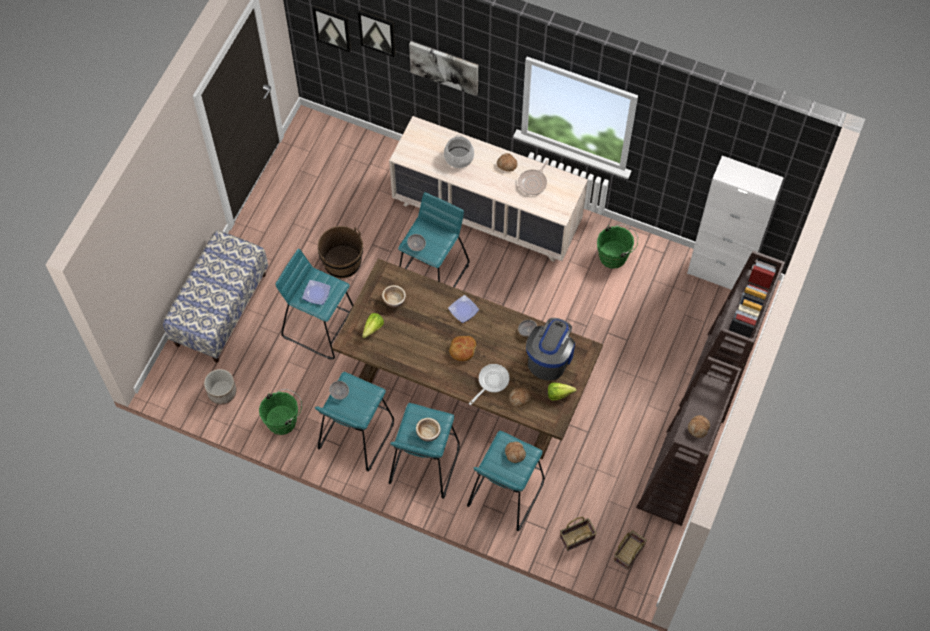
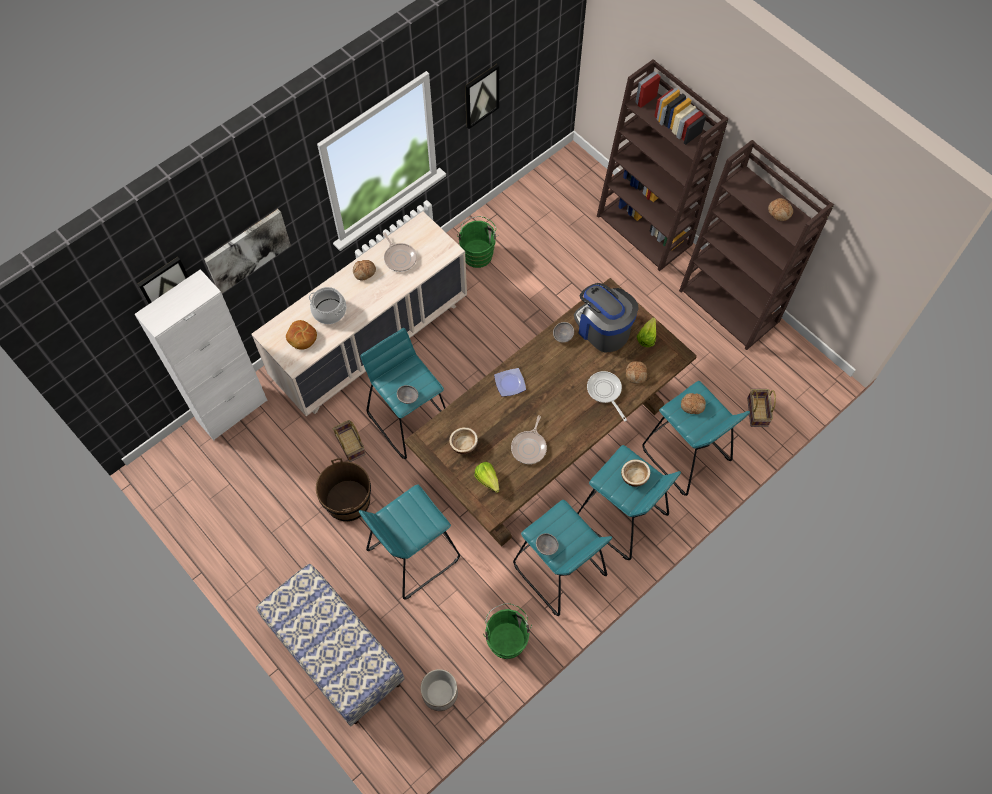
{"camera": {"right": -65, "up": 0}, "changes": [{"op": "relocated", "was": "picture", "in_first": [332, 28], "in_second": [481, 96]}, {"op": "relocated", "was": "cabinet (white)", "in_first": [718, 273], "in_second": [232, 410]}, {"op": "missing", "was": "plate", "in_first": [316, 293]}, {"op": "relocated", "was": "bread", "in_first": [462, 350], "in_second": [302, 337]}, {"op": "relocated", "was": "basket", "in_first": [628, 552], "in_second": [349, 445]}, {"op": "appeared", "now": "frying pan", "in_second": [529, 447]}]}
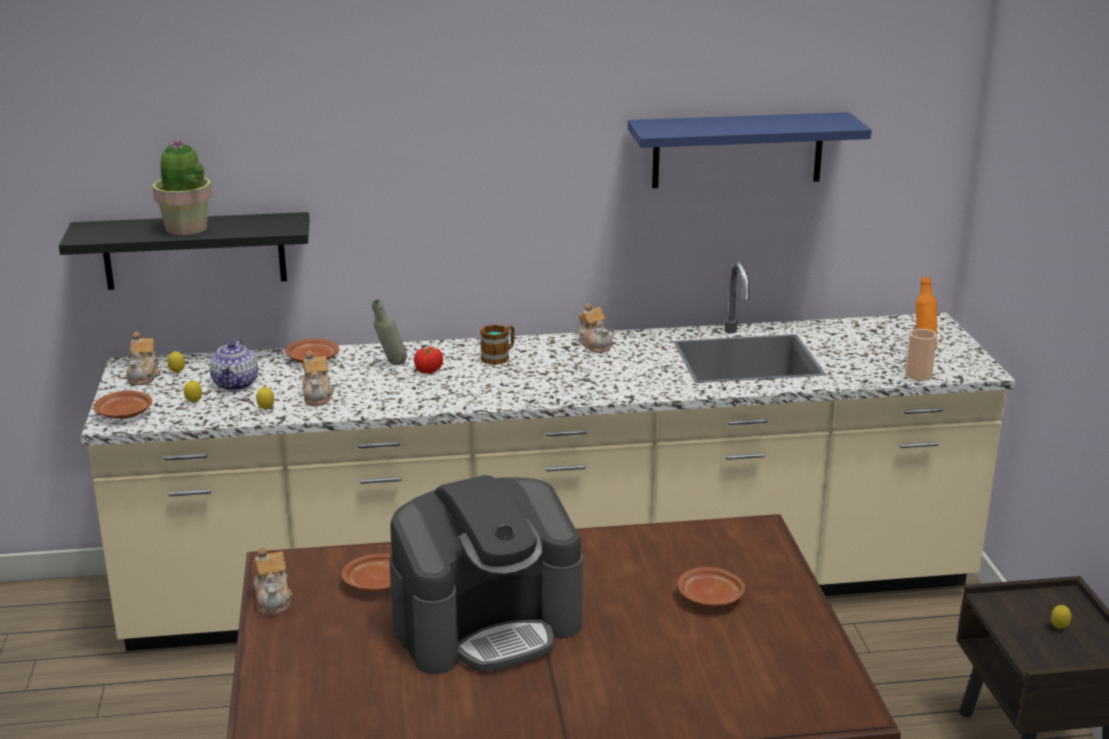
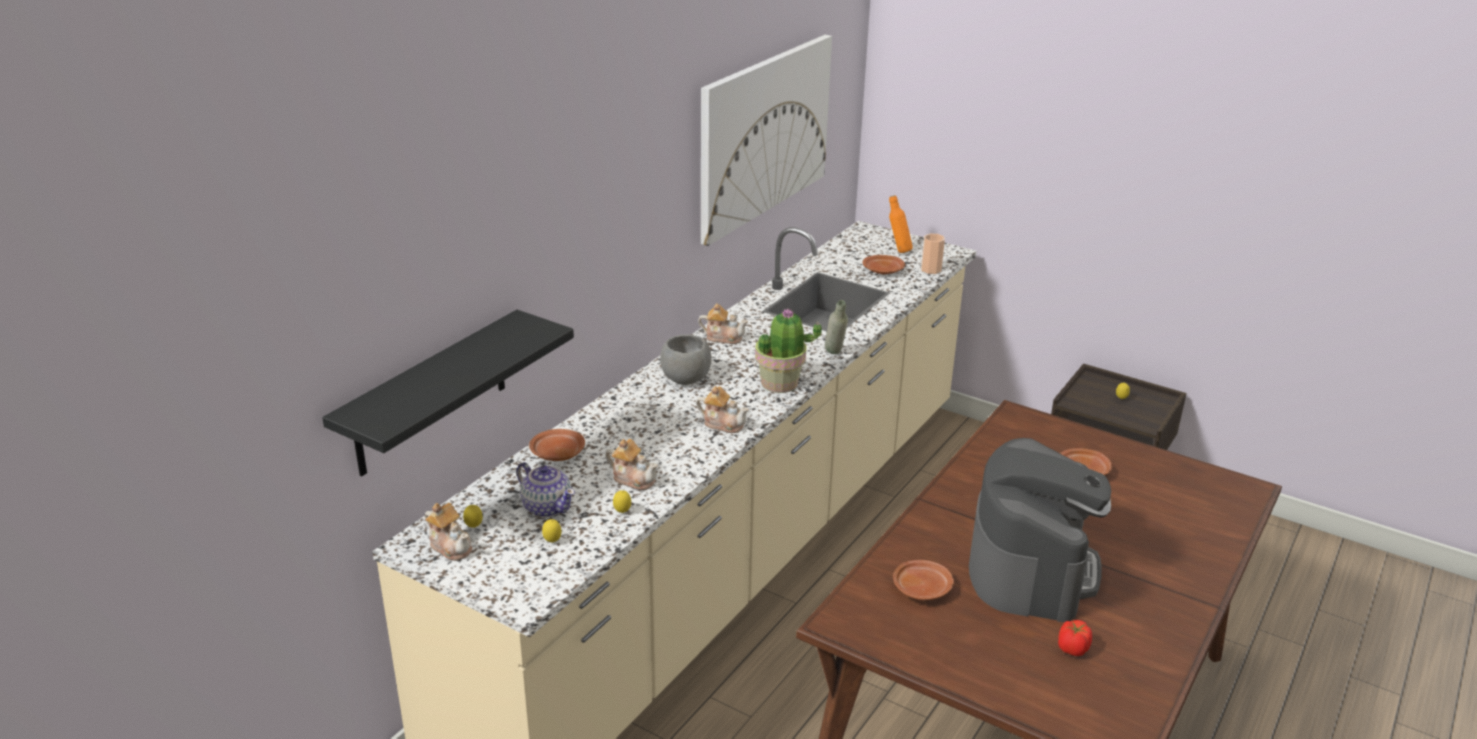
{"camera": {"right": -50, "up": 5}, "changes": [{"op": "exchanged", "was": "shelf (blue)", "now": "picture", "in_first": [737, 150], "in_second": [764, 135]}, {"op": "relocated", "was": "potted plant", "in_first": [186, 228], "in_second": [780, 383]}, {"op": "relocated", "was": "bottle (grey)", "in_first": [390, 365], "in_second": [835, 355]}, {"op": "exchanged", "was": "mug", "now": "bowl (grey)", "in_first": [499, 357], "in_second": [685, 379]}, {"op": "relocated", "was": "tomato", "in_first": [428, 371], "in_second": [1072, 649]}, {"op": "relocated", "was": "plate (brown)", "in_first": [124, 414], "in_second": [883, 271]}, {"op": "relocated", "was": "teapot", "in_first": [273, 599], "in_second": [723, 424]}]}
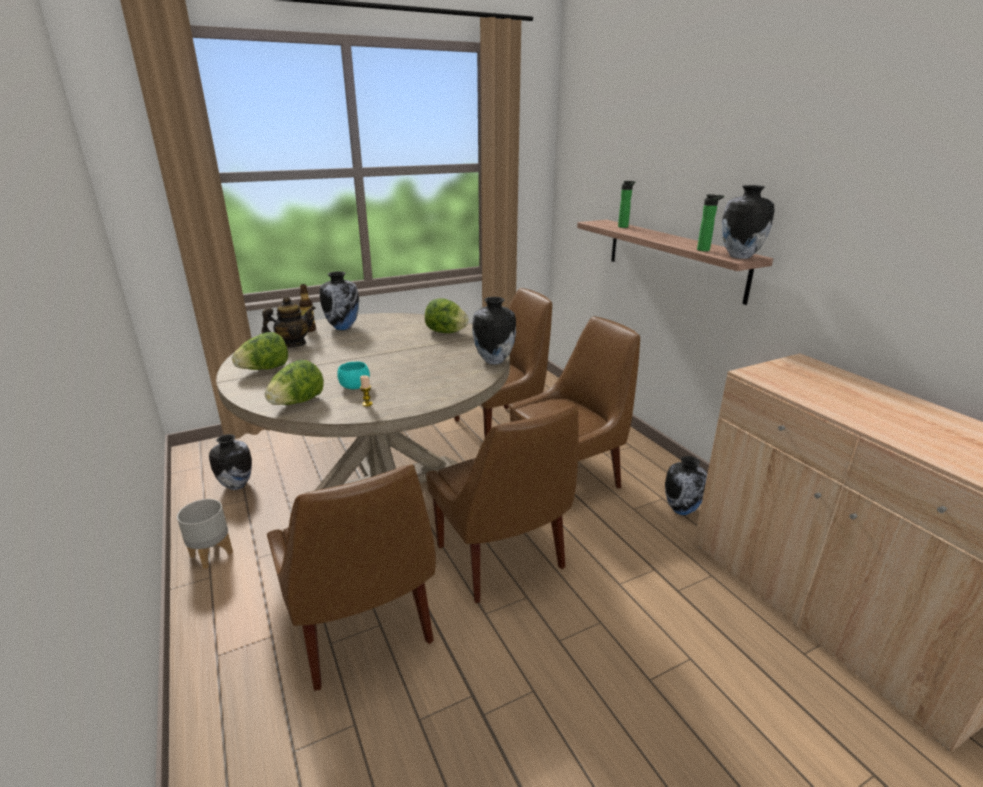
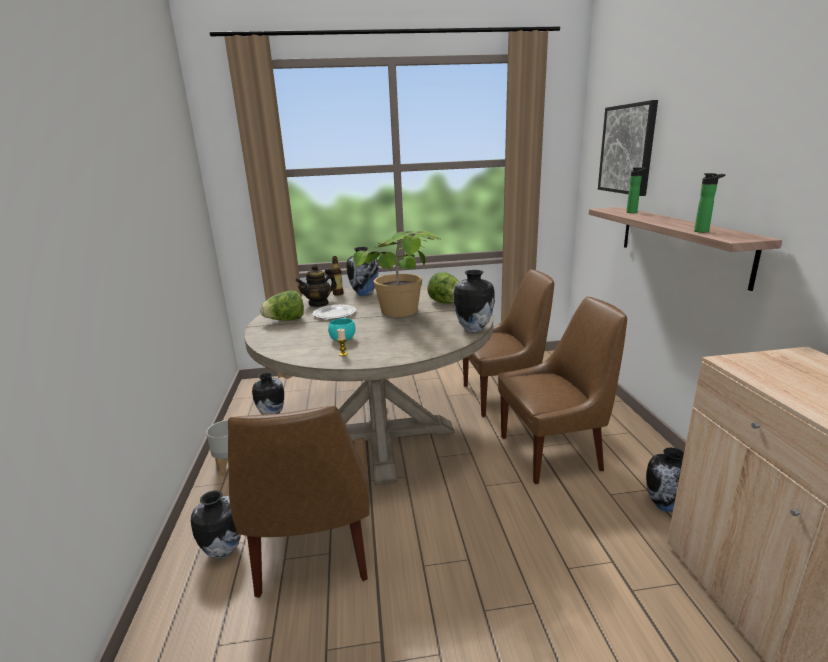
{"camera": {"right": 20, "up": -5}, "changes": [{"op": "relocated", "was": "vase", "in_first": [739, 256], "in_second": [223, 551]}, {"op": "spun", "was": "teapot", "in_first": [293, 344], "in_second": [319, 303], "clockwise": 150}, {"op": "missing", "was": "lettuce", "in_first": [297, 403]}, {"op": "missing", "was": "chair (brown)", "in_first": [502, 560]}, {"op": "appeared", "now": "picture", "in_second": [627, 149]}, {"op": "appeared", "now": "potted plant", "in_second": [403, 317]}, {"op": "appeared", "now": "plate", "in_second": [335, 314]}]}
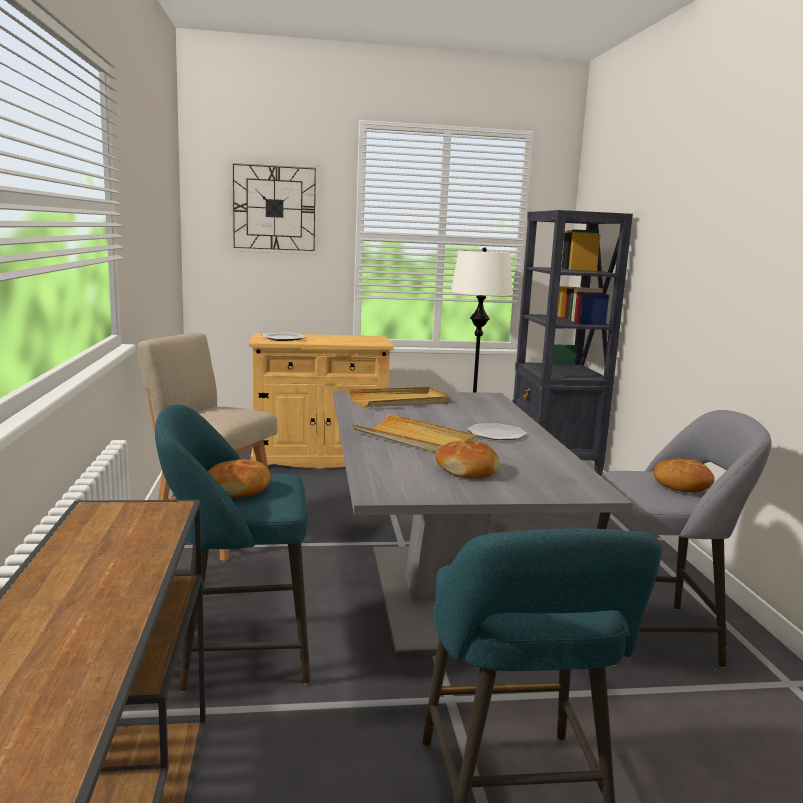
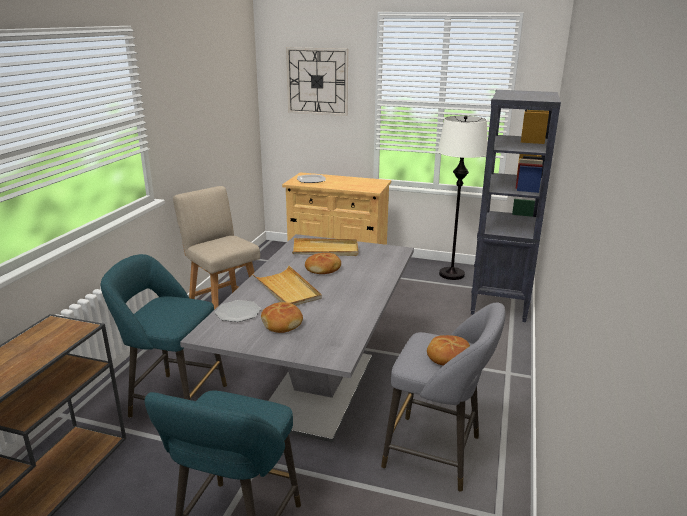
{"camera": {"right": 25, "up": 10}, "changes": [{"op": "relocated", "was": "plate", "in_first": [496, 434], "in_second": [238, 312]}, {"op": "relocated", "was": "bread", "in_first": [238, 489], "in_second": [323, 269]}]}
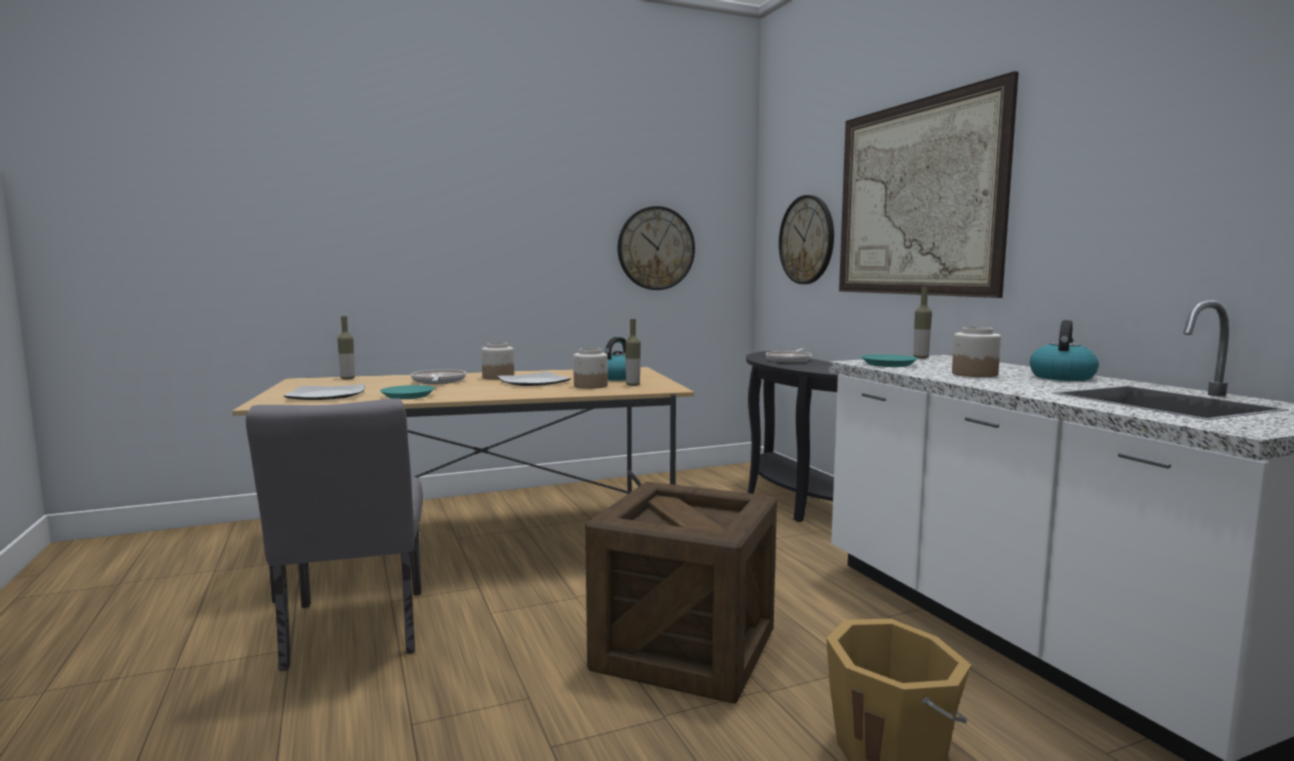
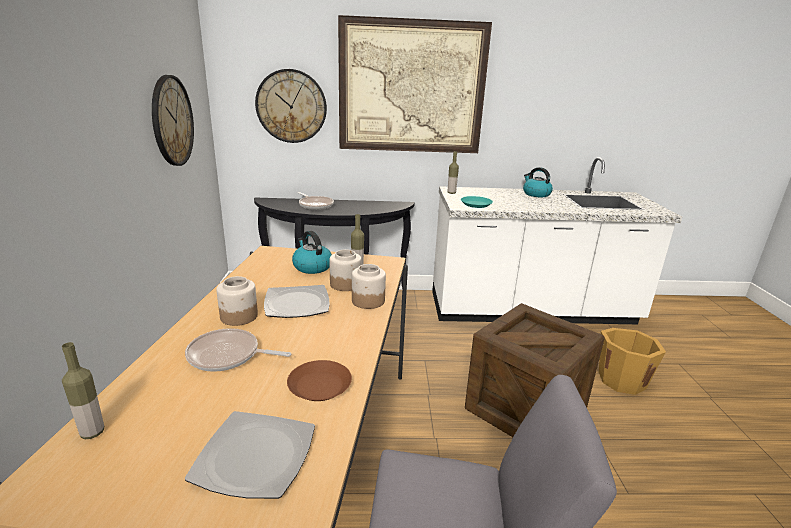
{"camera": {"right": -70, "up": 15}, "changes": [{"op": "relocated", "was": "jar", "in_first": [974, 374], "in_second": [367, 301]}, {"op": "colour", "was": "plate (turquoise)", "now": "plate (brown)", "in_first": [407, 396], "in_second": [320, 386]}]}
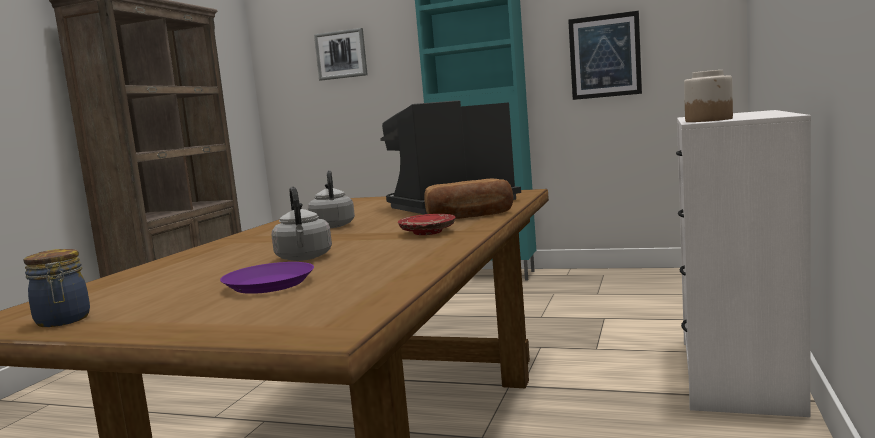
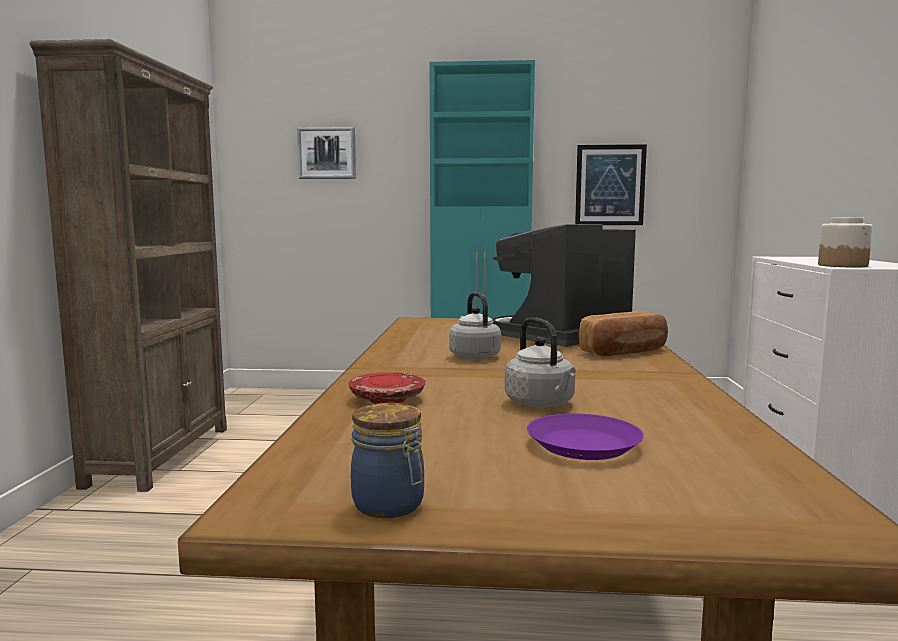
{"camera": {"right": -15, "up": 0}, "changes": [{"op": "relocated", "was": "plate (red)", "in_first": [428, 232], "in_second": [387, 399]}]}
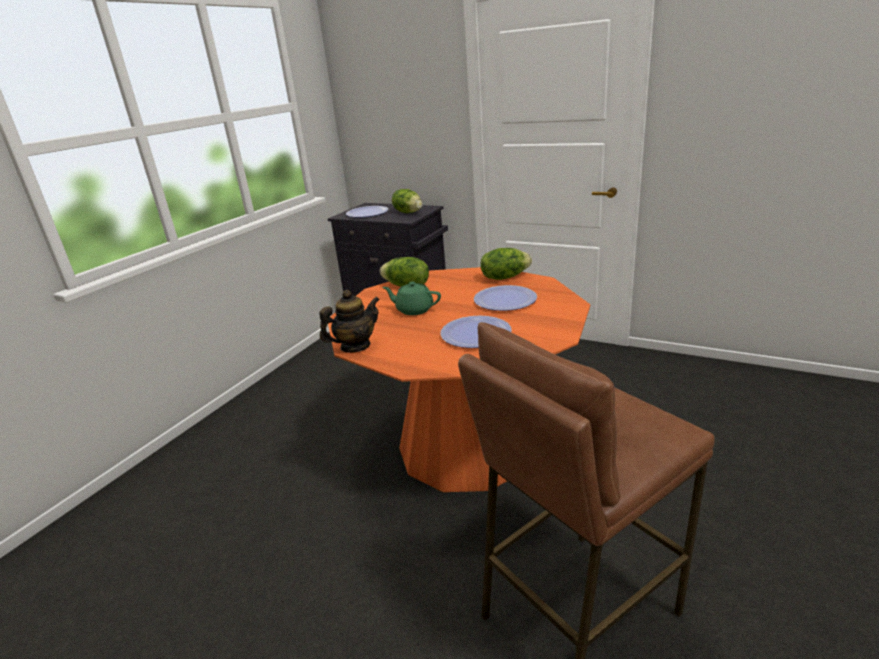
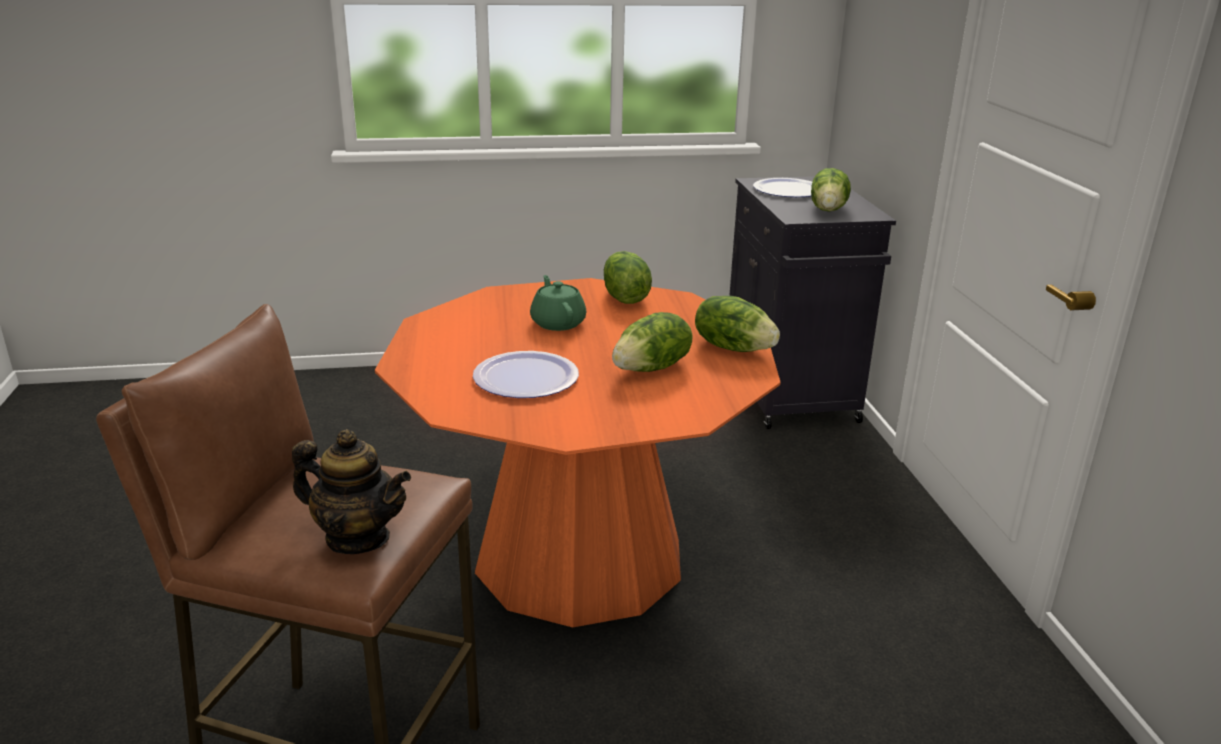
{"camera": {"right": 50, "up": 0}, "changes": [{"op": "exchanged", "was": "plate", "now": "lettuce", "in_first": [505, 300], "in_second": [652, 368]}, {"op": "relocated", "was": "teapot", "in_first": [355, 346], "in_second": [357, 538]}]}
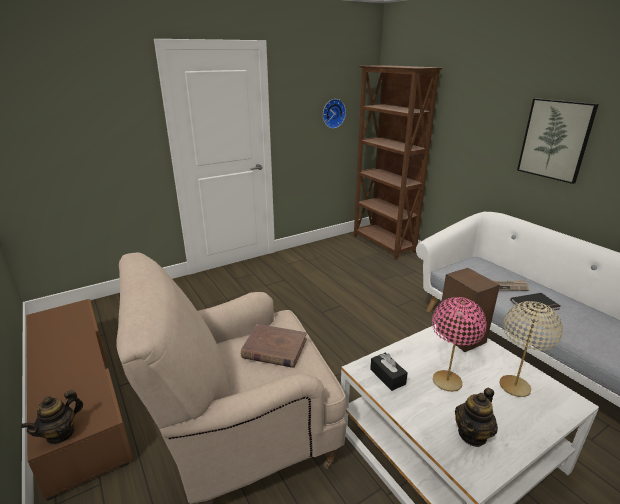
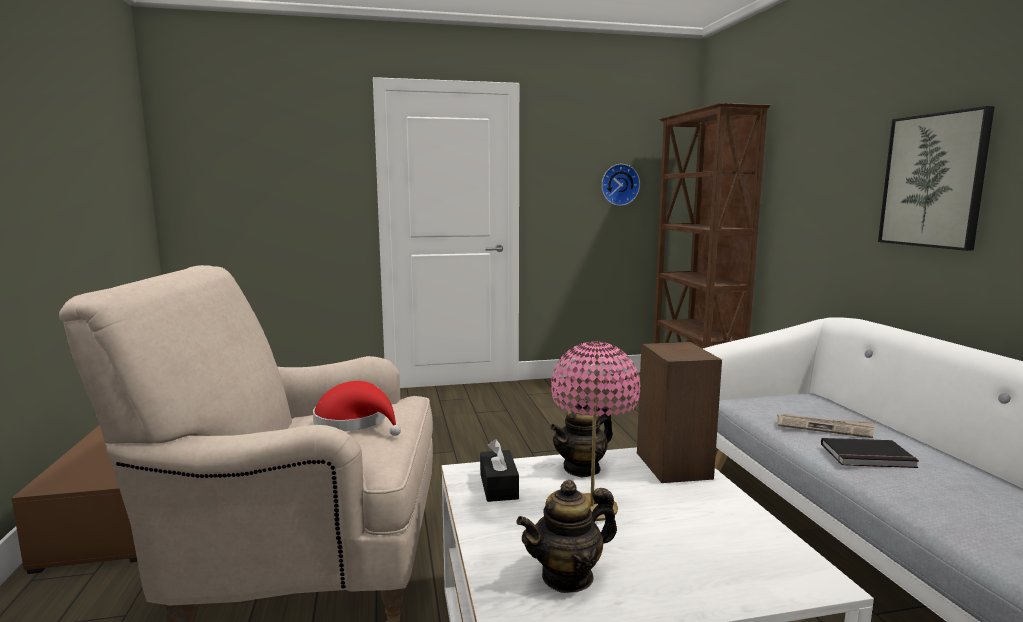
{"camera": {"right": 20, "up": -15}, "changes": [{"op": "missing", "was": "table lamp (beige)", "in_first": [515, 387]}, {"op": "exchanged", "was": "book (brown)", "now": "hat (red)", "in_first": [274, 348], "in_second": [355, 422]}, {"op": "relocated", "was": "teapot", "in_first": [61, 434], "in_second": [582, 468]}]}
